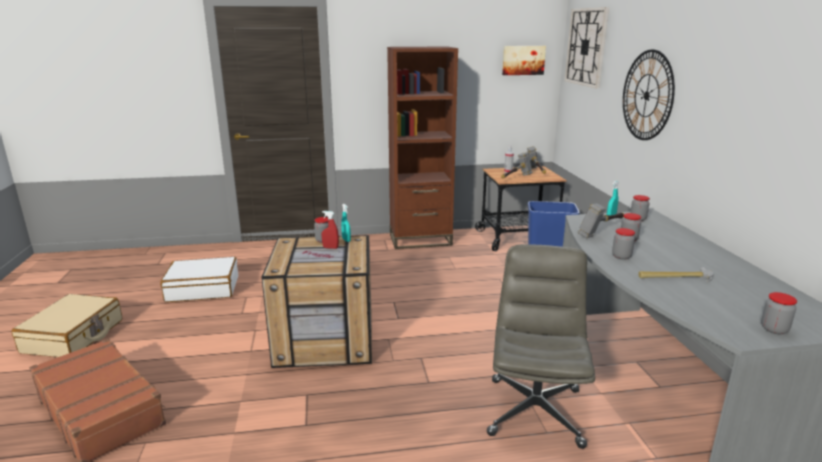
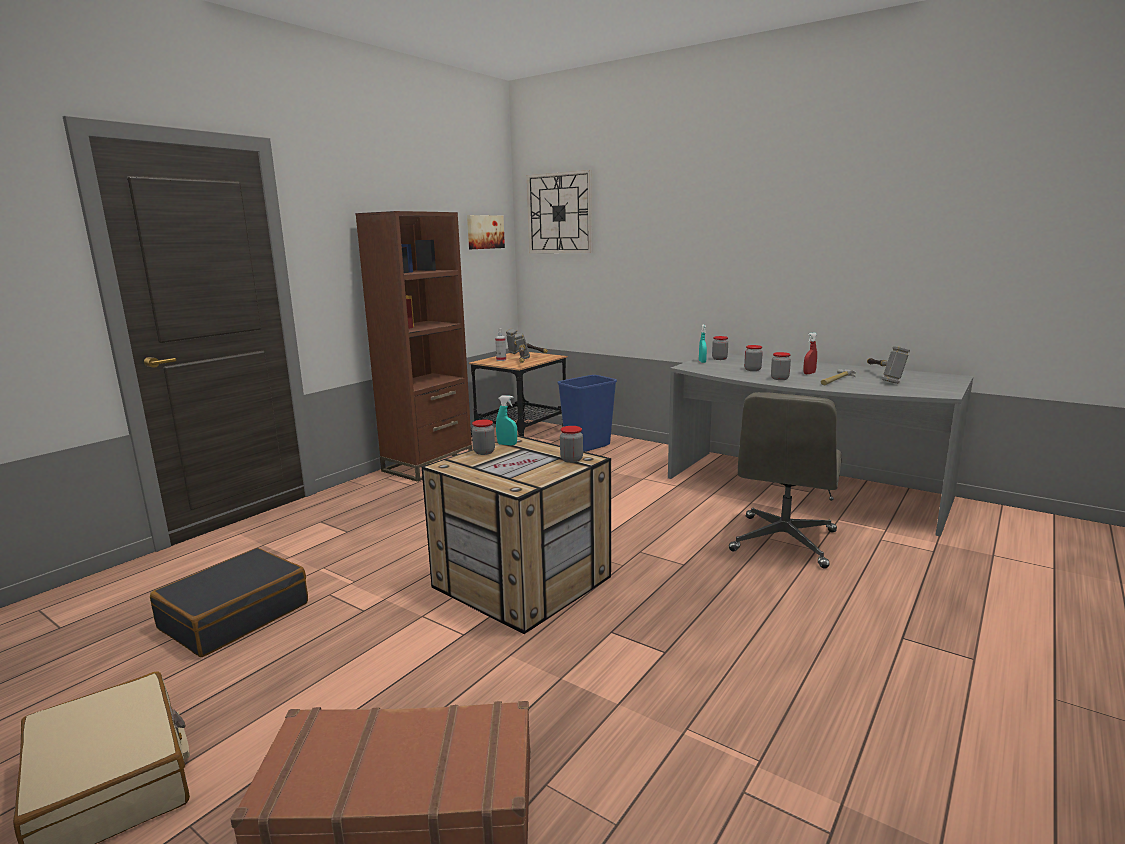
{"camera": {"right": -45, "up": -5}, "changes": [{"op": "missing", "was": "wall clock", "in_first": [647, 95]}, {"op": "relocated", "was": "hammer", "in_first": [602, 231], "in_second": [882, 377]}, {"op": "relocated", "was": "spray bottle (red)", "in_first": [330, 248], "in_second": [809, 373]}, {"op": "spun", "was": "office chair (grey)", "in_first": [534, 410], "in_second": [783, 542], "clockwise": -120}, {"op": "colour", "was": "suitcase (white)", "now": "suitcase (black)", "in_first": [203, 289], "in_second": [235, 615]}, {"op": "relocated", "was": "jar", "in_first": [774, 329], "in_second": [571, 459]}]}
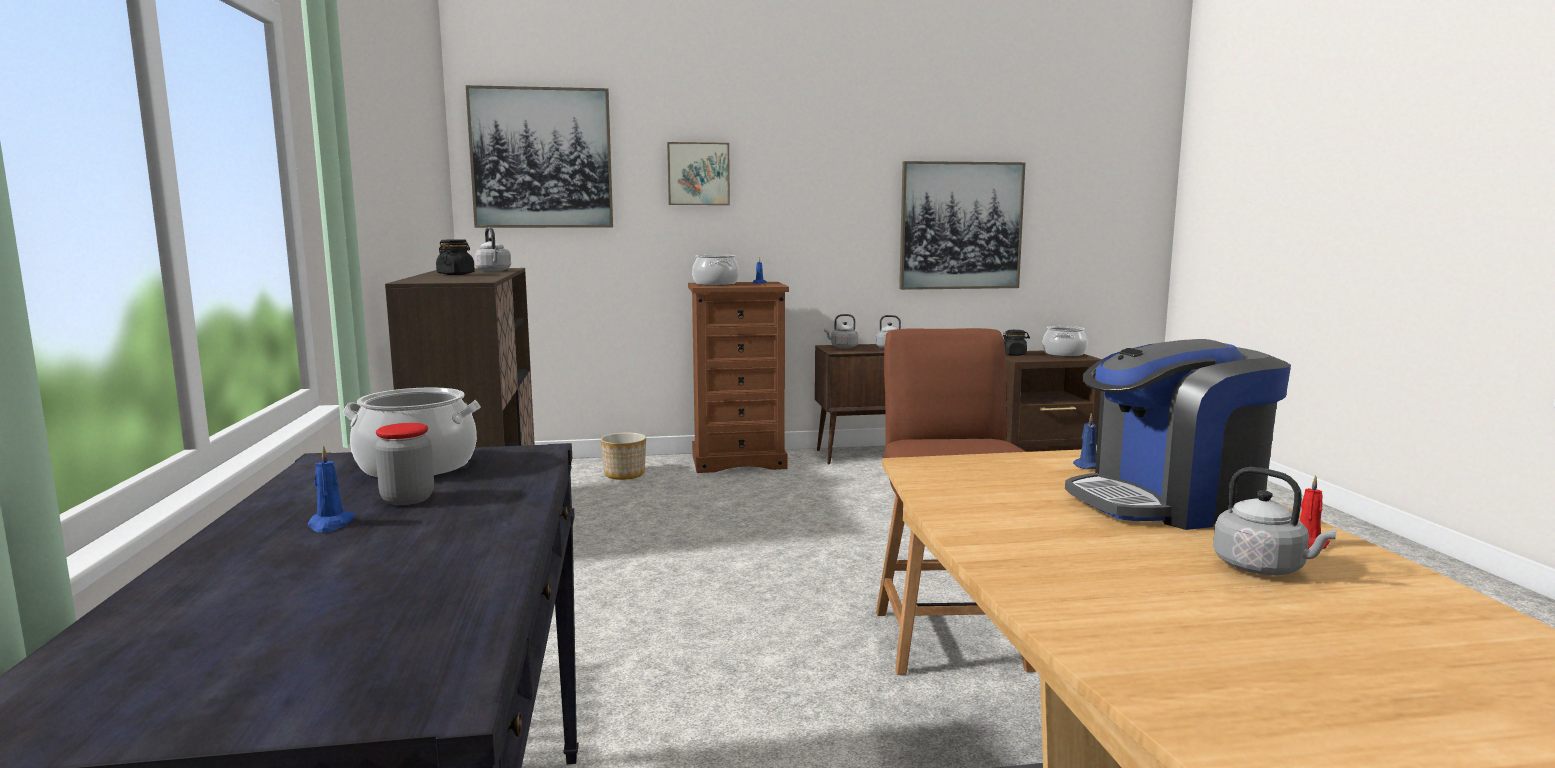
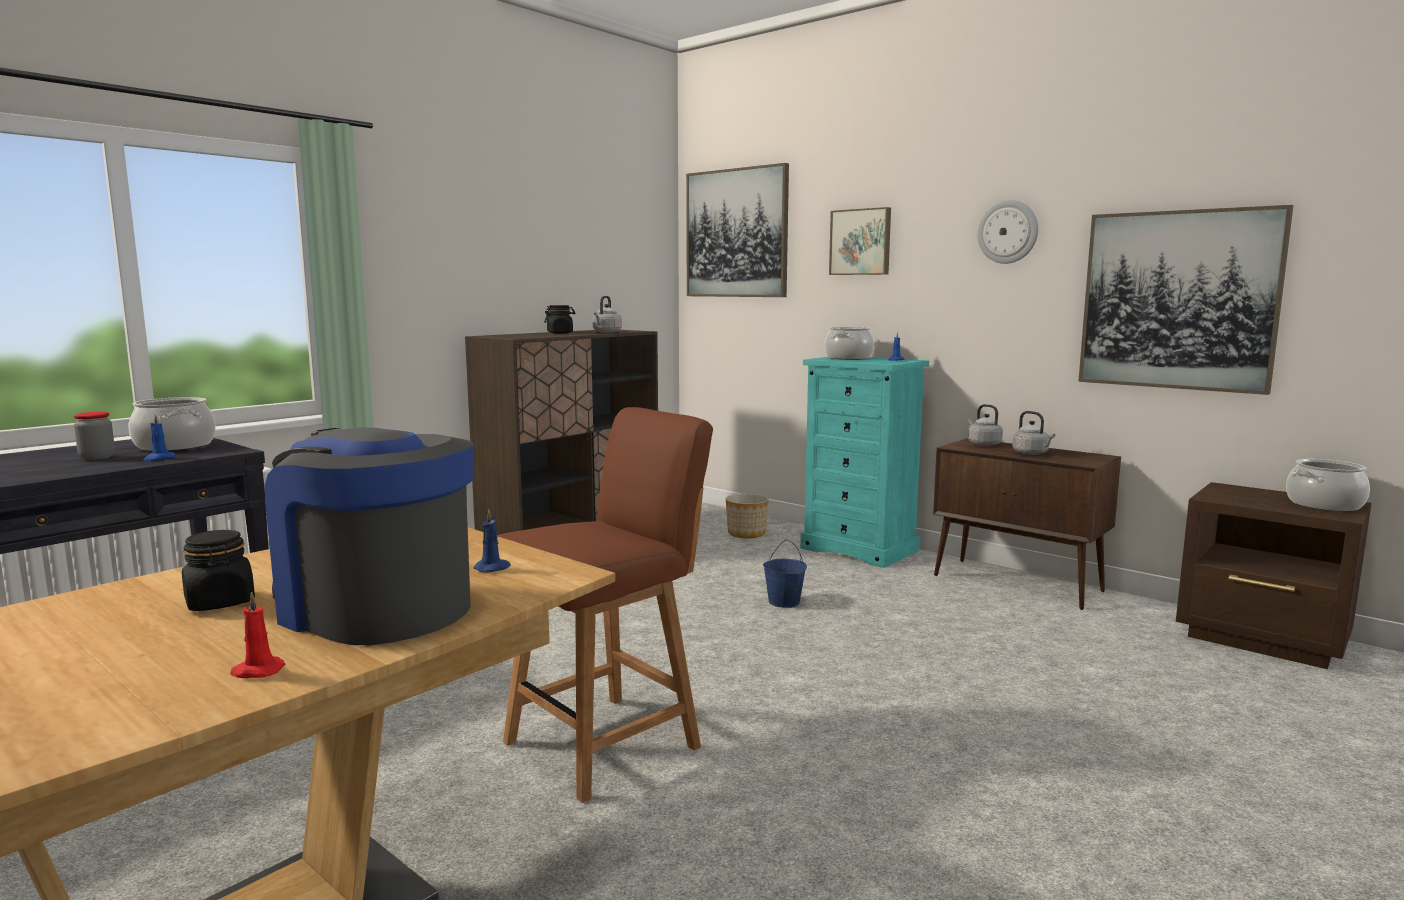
{"camera": {"right": 50, "up": 0}, "changes": [{"op": "colour", "was": "dresser (brown)", "now": "dresser (turquoise)", "in_first": [739, 461], "in_second": [860, 549]}, {"op": "relocated", "was": "jar (black)", "in_first": [1014, 354], "in_second": [220, 602]}, {"op": "relocated", "was": "candle (blue)", "in_first": [330, 524], "in_second": [158, 458]}, {"op": "missing", "was": "kettle (grey)", "in_first": [1263, 568]}, {"op": "appeared", "now": "wall clock", "in_second": [1008, 232]}, {"op": "appeared", "now": "bucket (blue)", "in_second": [784, 602]}]}
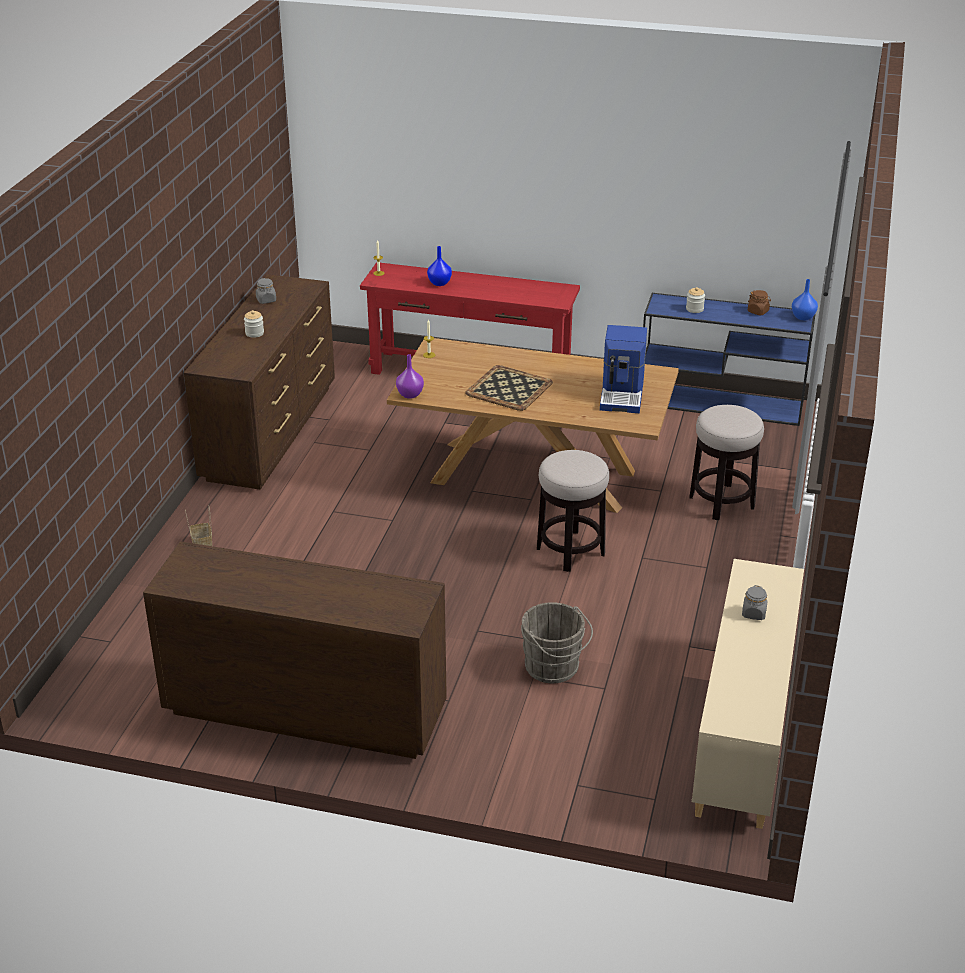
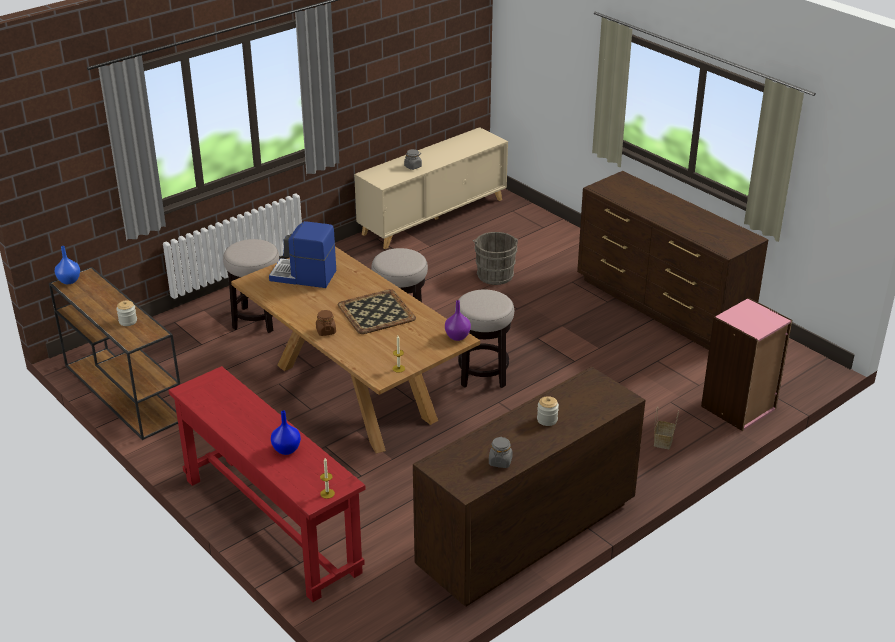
{"camera": {"right": -145, "up": 0}, "changes": [{"op": "relocated", "was": "jar (brown)", "in_first": [758, 311], "in_second": [326, 331]}, {"op": "colour", "was": "console table (blue)", "now": "console table (brown)", "in_first": [722, 403], "in_second": [122, 391]}, {"op": "spun", "was": "coffee machine", "in_first": [623, 394], "in_second": [303, 276], "clockwise": -120}, {"op": "appeared", "now": "stool", "in_second": [483, 374]}, {"op": "appeared", "now": "bookcase (pink)", "in_second": [739, 408]}]}
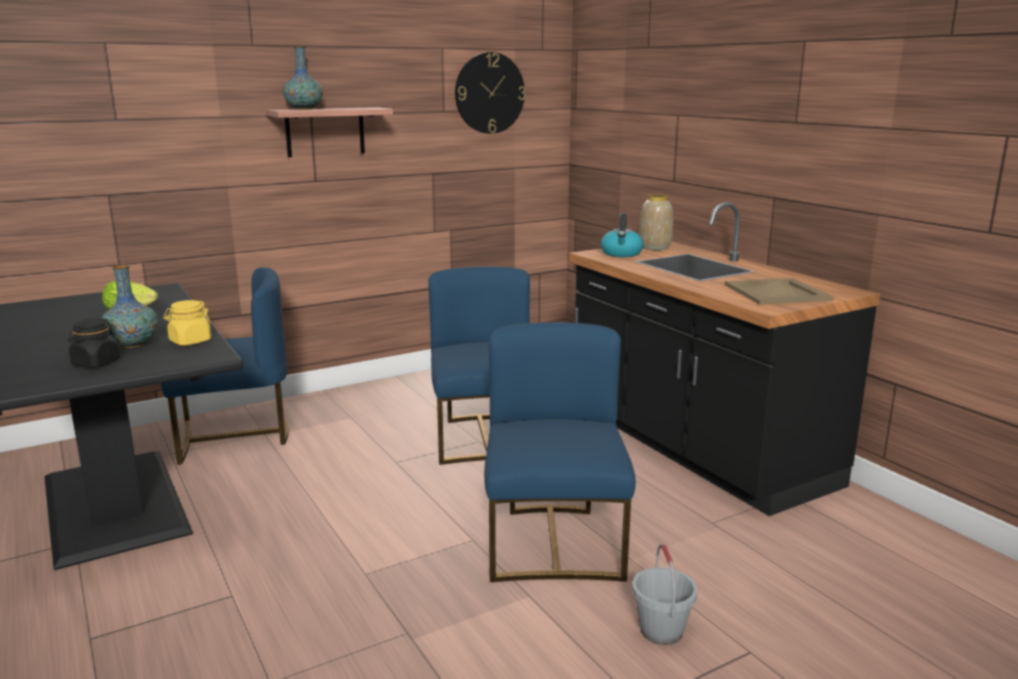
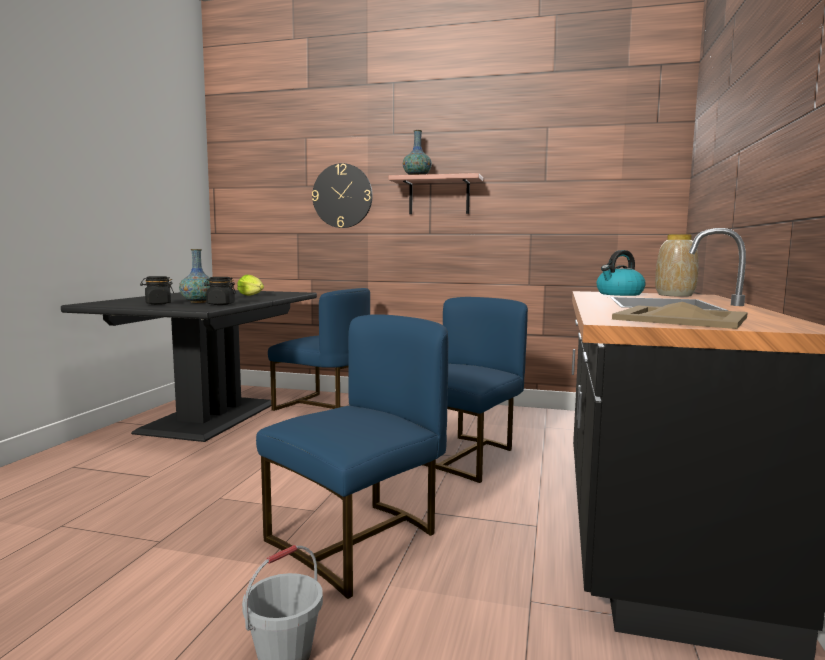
{"camera": {"right": 45, "up": -10}, "changes": [{"op": "relocated", "was": "wall clock", "in_first": [489, 93], "in_second": [342, 196]}, {"op": "colour", "was": "jar (yellow)", "now": "jar (black)", "in_first": [190, 341], "in_second": [220, 304]}]}
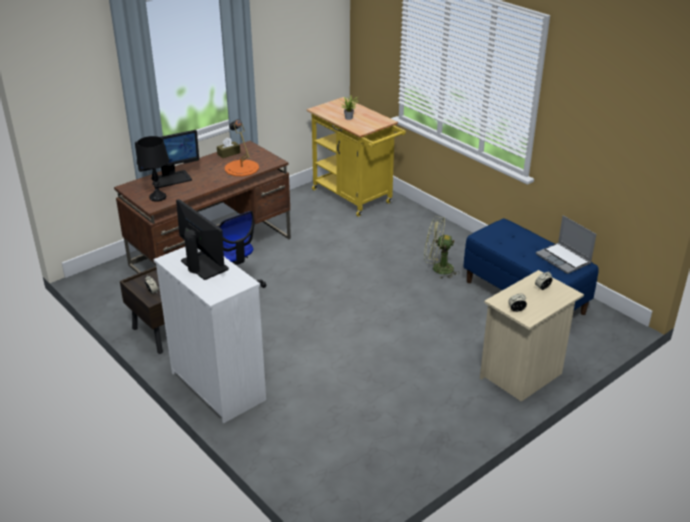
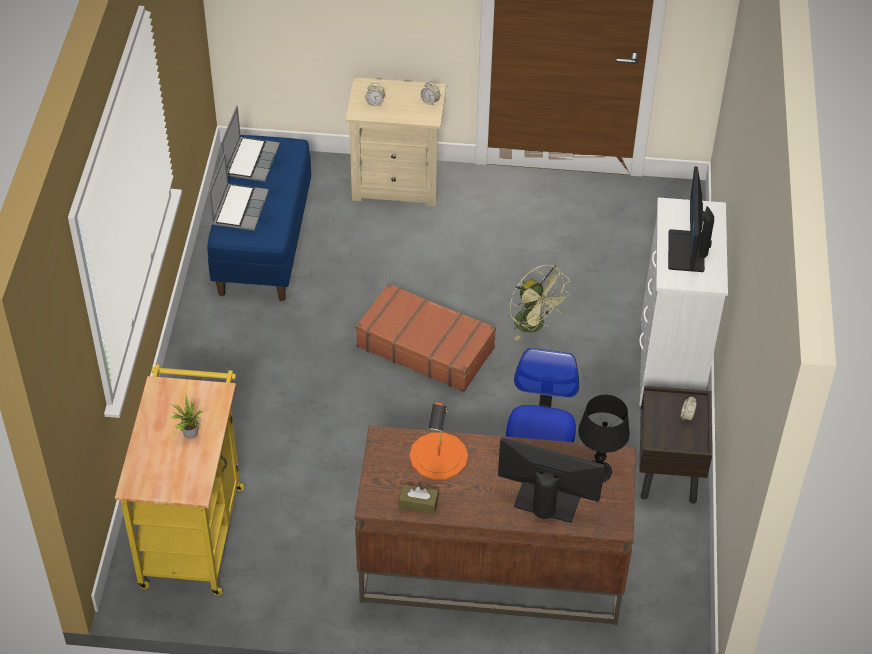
{"camera": {"right": -135, "up": 15}, "changes": [{"op": "relocated", "was": "fan (green)", "in_first": [438, 269], "in_second": [534, 325]}, {"op": "appeared", "now": "laptop", "in_second": [239, 208]}, {"op": "appeared", "now": "suitcase (brown)", "in_second": [425, 346]}]}
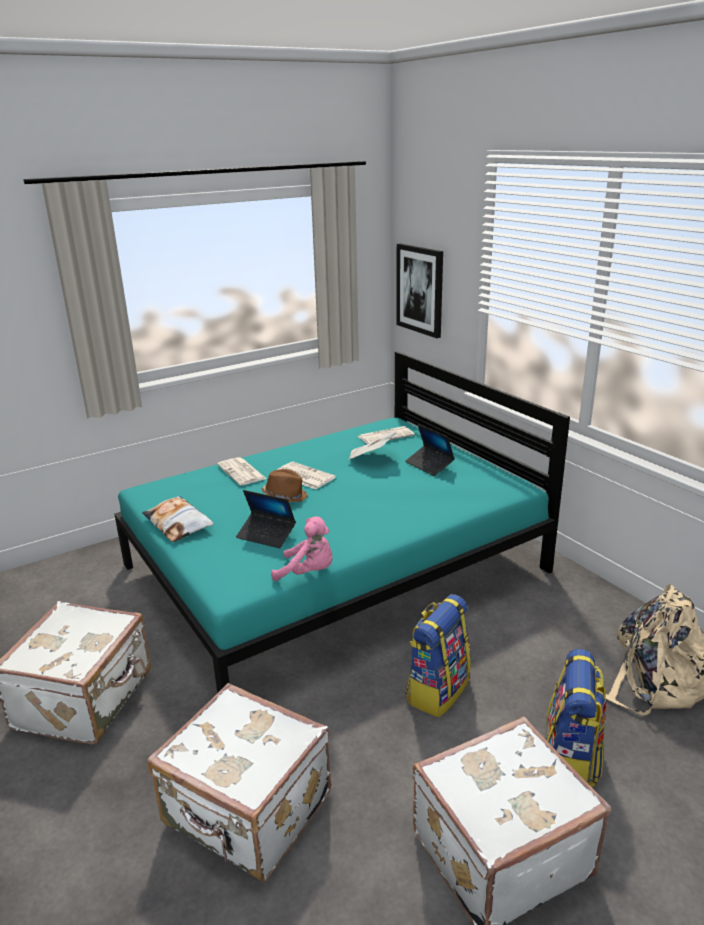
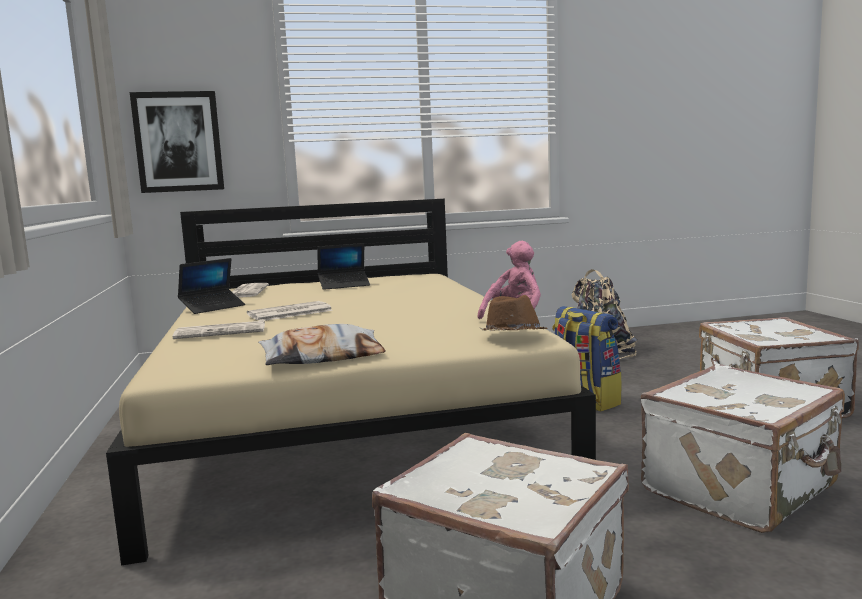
{"camera": {"right": -70, "up": -15}, "changes": [{"op": "colour", "was": "bed (turquoise)", "now": "bed (beige)", "in_first": [335, 568], "in_second": [346, 419]}, {"op": "missing", "was": "newspaper", "in_first": [371, 458]}, {"op": "relocated", "was": "hat (brown)", "in_first": [285, 496], "in_second": [512, 336]}, {"op": "relocated", "was": "laptop", "in_first": [266, 535], "in_second": [212, 307]}, {"op": "missing", "was": "backpack", "in_first": [571, 759]}]}
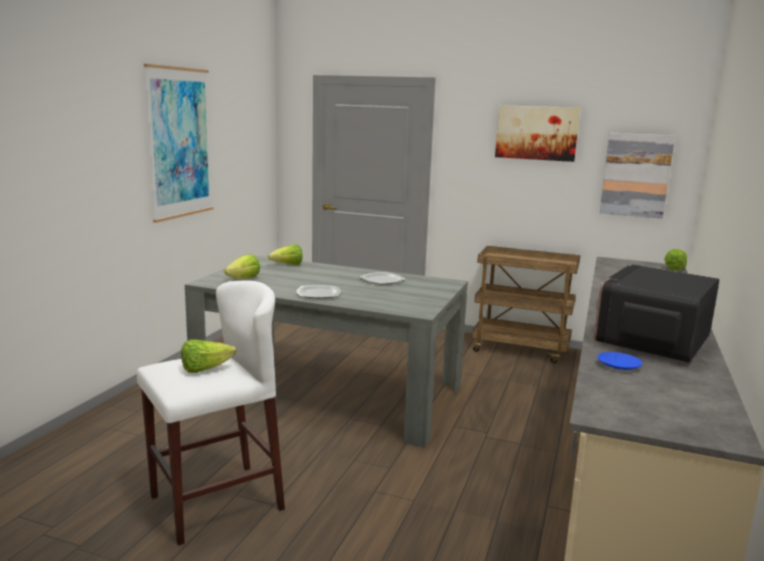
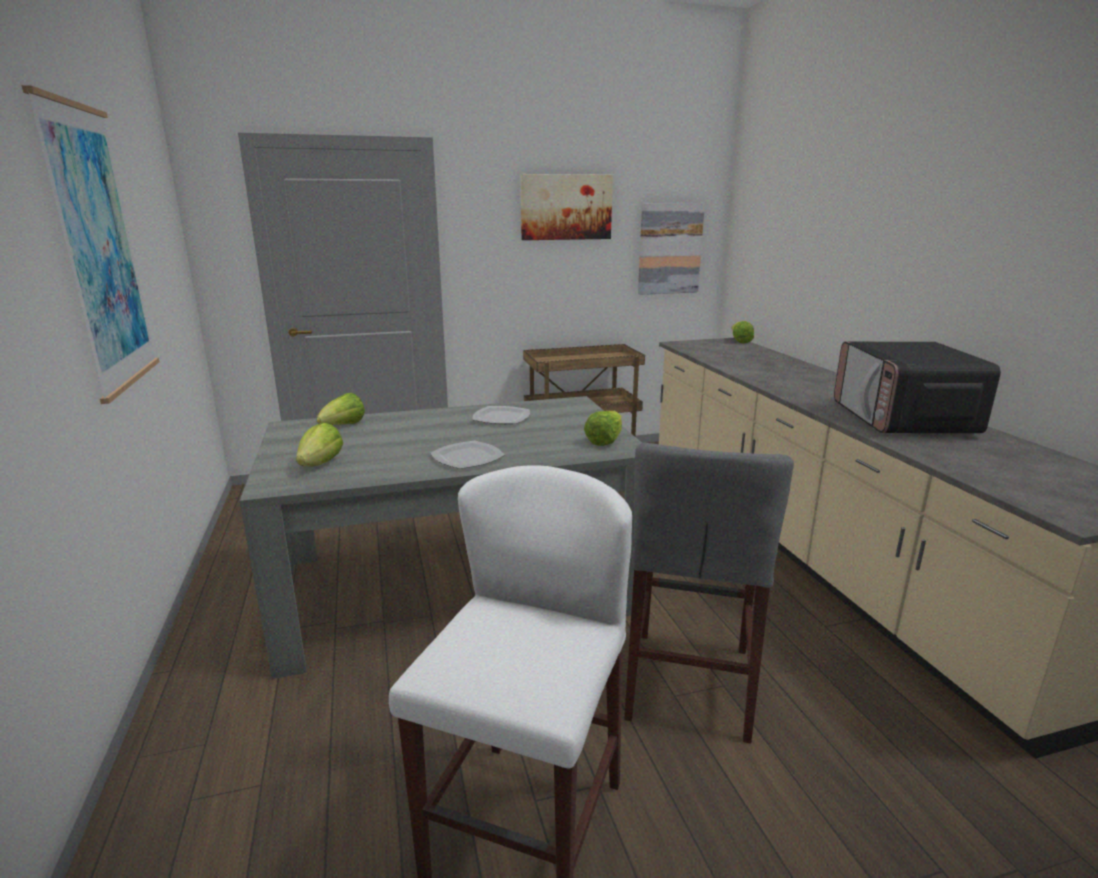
{"camera": {"right": -35, "up": 5}, "changes": [{"op": "relocated", "was": "lettuce", "in_first": [205, 369], "in_second": [605, 441]}, {"op": "missing", "was": "plate (blue)", "in_first": [618, 365]}, {"op": "appeared", "now": "stool (grey)", "in_second": [690, 682]}]}
